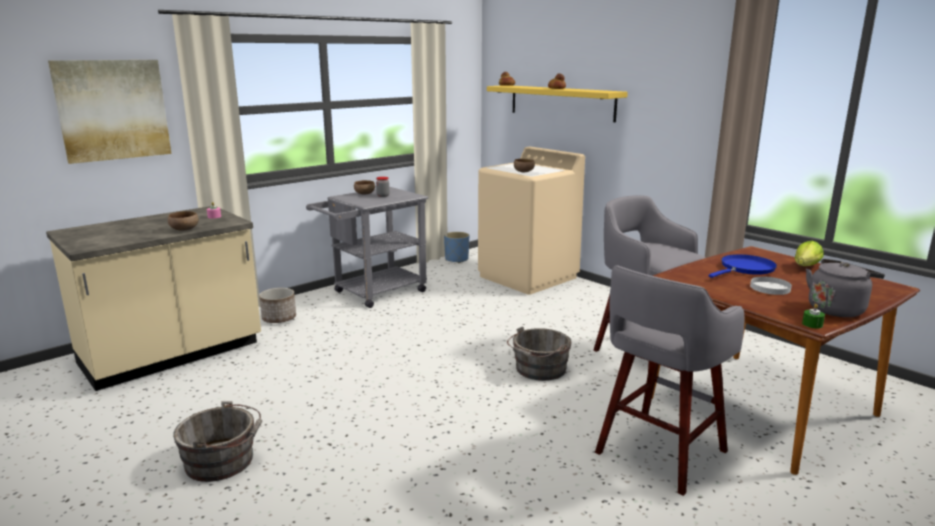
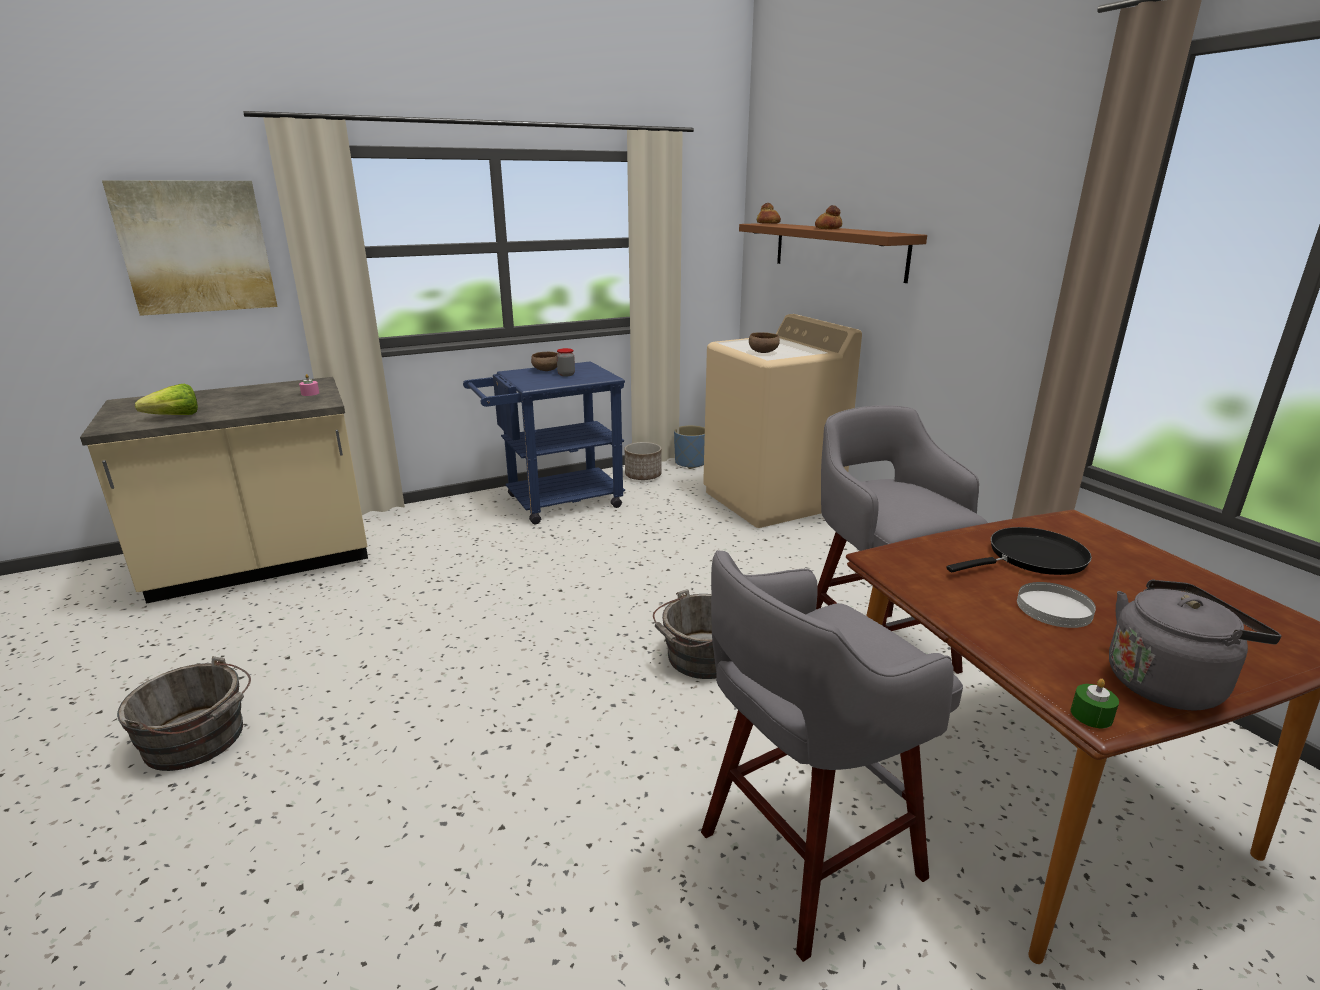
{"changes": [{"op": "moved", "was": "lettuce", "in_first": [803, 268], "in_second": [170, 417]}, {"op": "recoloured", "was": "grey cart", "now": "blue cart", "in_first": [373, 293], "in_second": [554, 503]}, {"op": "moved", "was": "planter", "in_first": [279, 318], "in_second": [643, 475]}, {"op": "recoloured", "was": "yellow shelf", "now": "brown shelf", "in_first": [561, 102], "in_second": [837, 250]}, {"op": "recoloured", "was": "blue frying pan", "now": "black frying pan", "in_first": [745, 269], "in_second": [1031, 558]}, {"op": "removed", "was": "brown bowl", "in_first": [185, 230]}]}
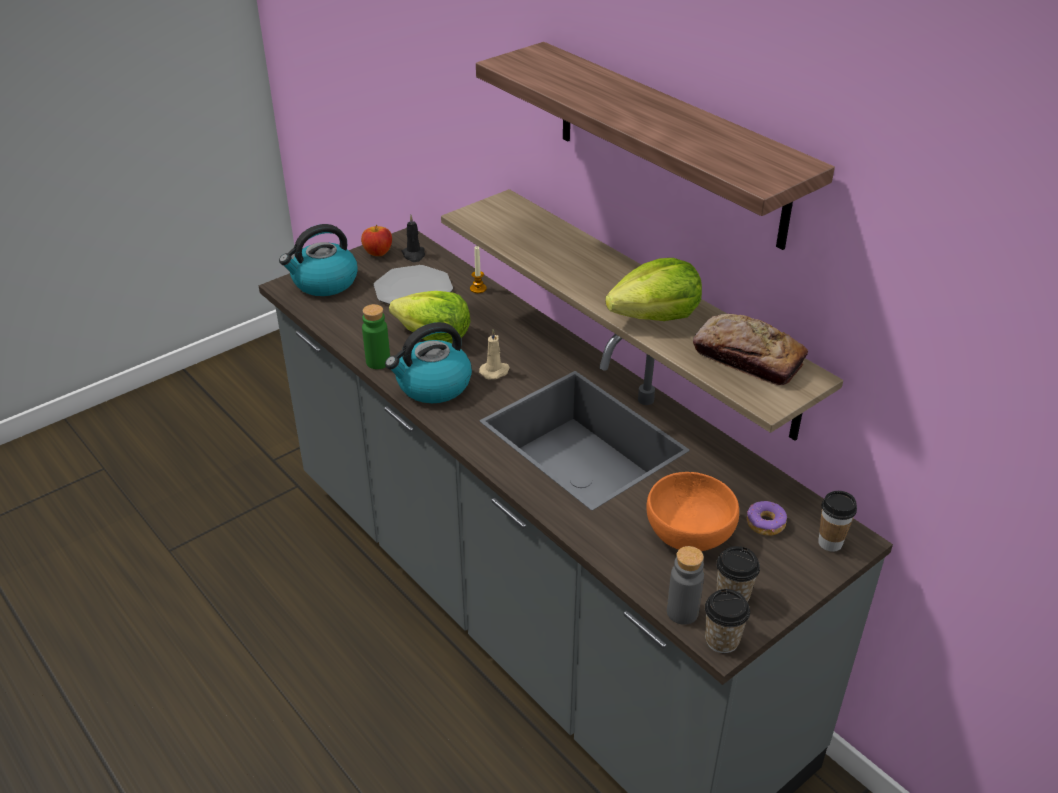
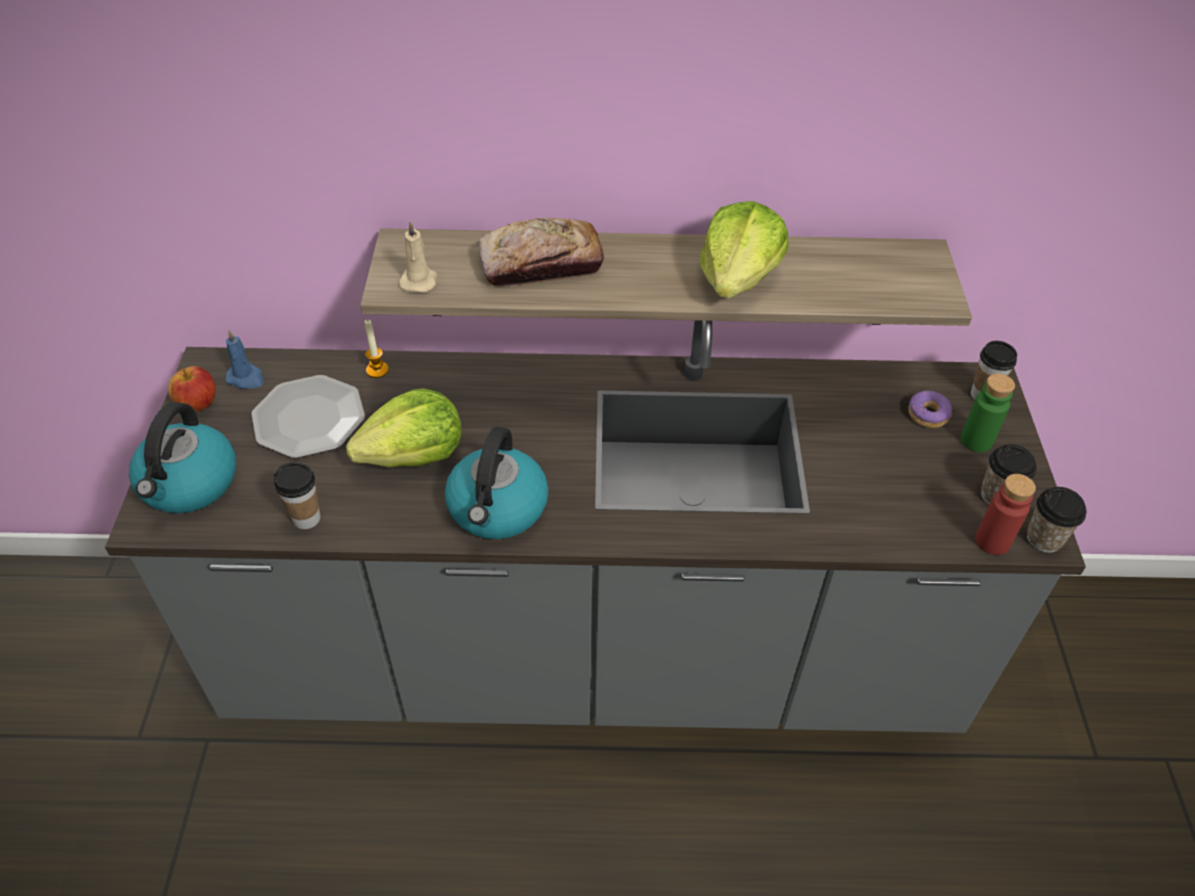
{"changes": [{"op": "recoloured", "was": "black candle", "now": "blue candle", "in_first": [414, 255], "in_second": [246, 378]}, {"op": "added", "now": "cup", "in_second": [306, 518]}, {"op": "moved", "was": "beige candle", "in_first": [495, 371], "in_second": [419, 280]}, {"op": "moved", "was": "bread", "in_first": [747, 358], "in_second": [540, 264]}, {"op": "moved", "was": "green bottle", "in_first": [378, 362], "in_second": [976, 440]}, {"op": "recoloured", "was": "grey bottle", "now": "red bottle", "in_first": [682, 612], "in_second": [992, 541]}, {"op": "removed", "was": "shelf", "in_first": [669, 144]}, {"op": "removed", "was": "orange bowl", "in_first": [688, 532]}]}
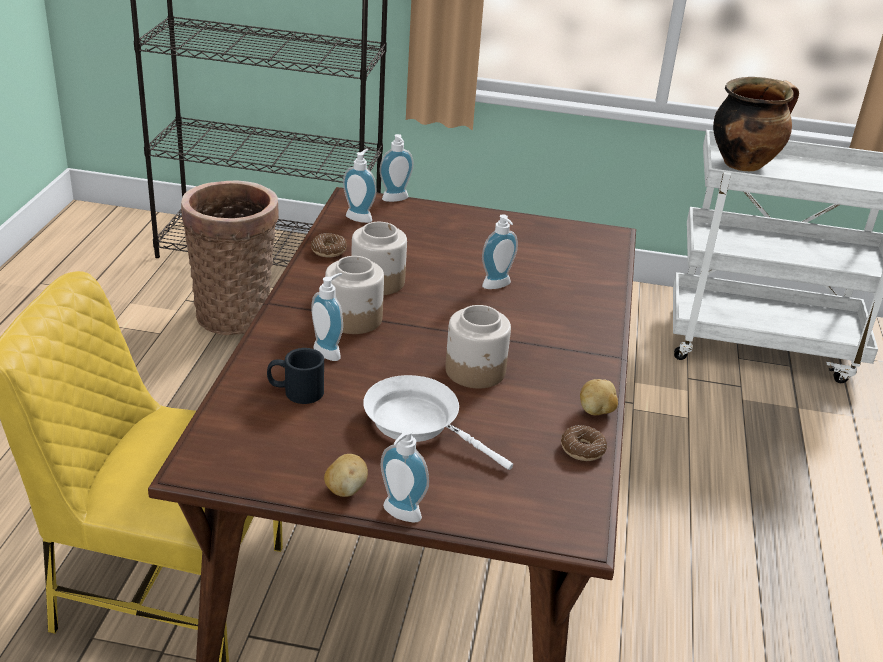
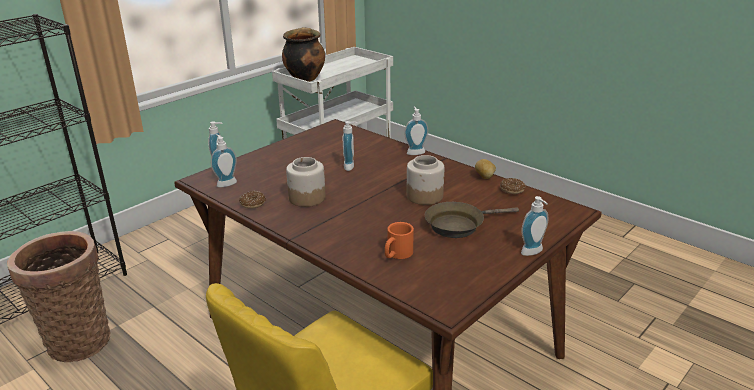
{"changes": [{"op": "recoloured", "was": "black mug", "now": "orange mug", "in_first": [295, 391], "in_second": [396, 254]}, {"op": "moved", "was": "soap dispenser", "in_first": [330, 351], "in_second": [415, 152]}, {"op": "recoloured", "was": "white frying pan", "now": "brown frying pan", "in_first": [418, 423], "in_second": [458, 225]}, {"op": "removed", "was": "potato", "in_first": [346, 489]}, {"op": "removed", "was": "jar", "in_first": [354, 319]}]}
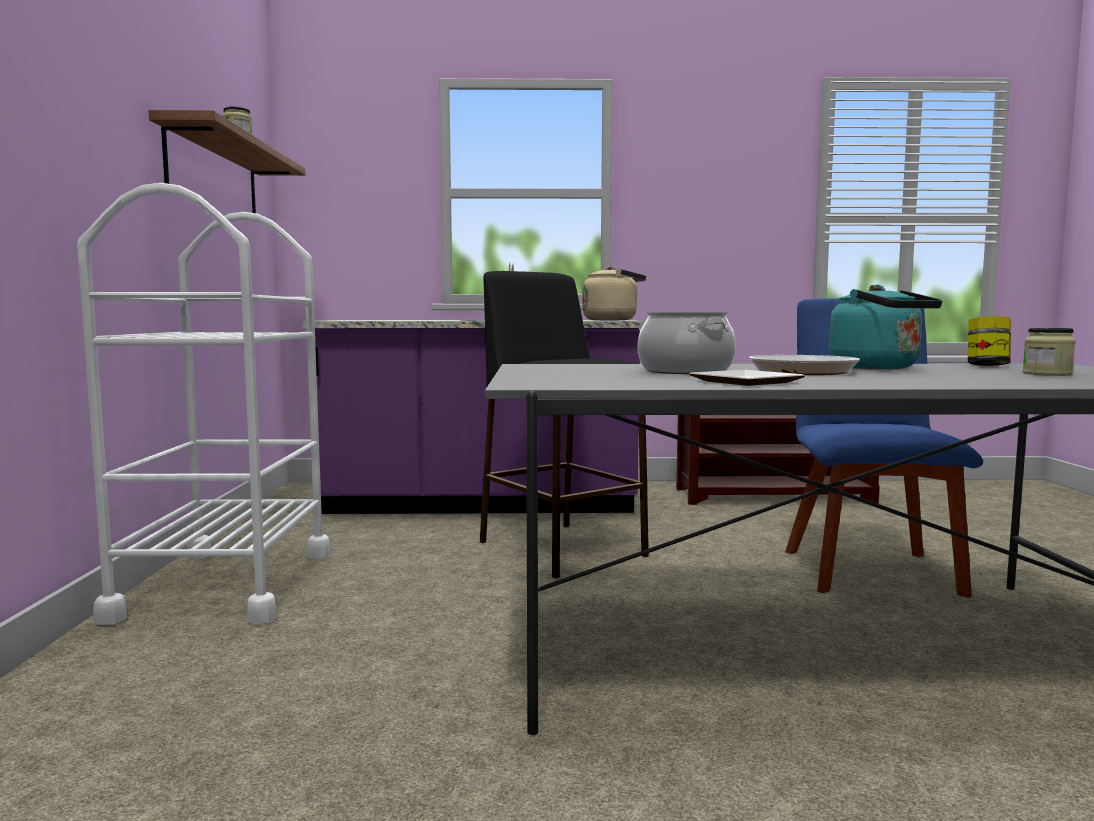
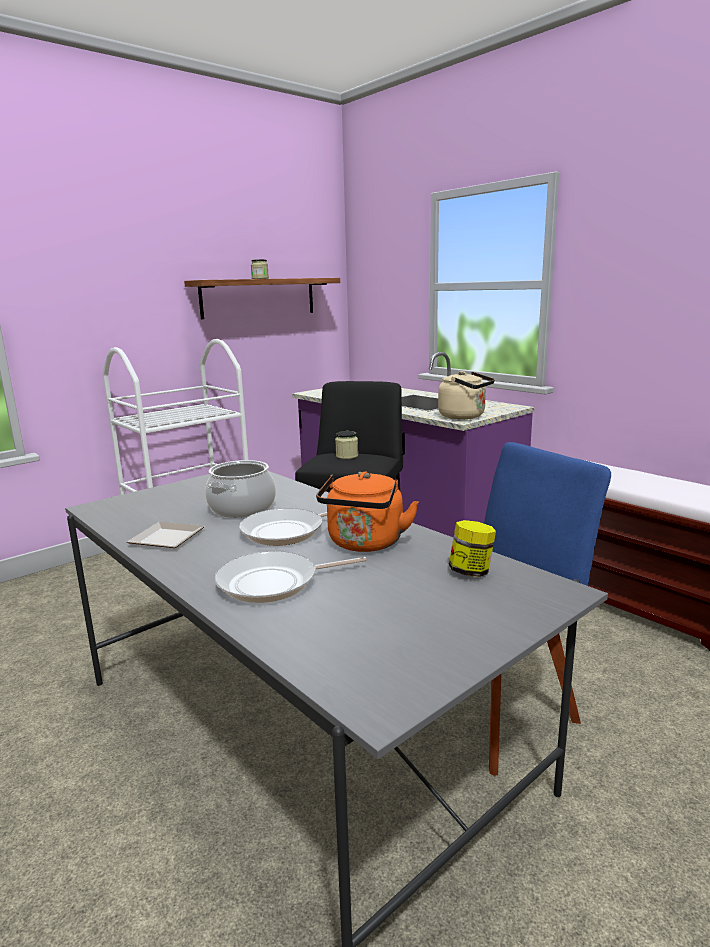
{"changes": [{"op": "added", "now": "frying pan", "in_second": [274, 583]}, {"op": "recoloured", "was": "turquoise kettle", "now": "orange kettle", "in_first": [879, 368], "in_second": [365, 544]}, {"op": "moved", "was": "jar", "in_first": [1047, 374], "in_second": [347, 456]}]}
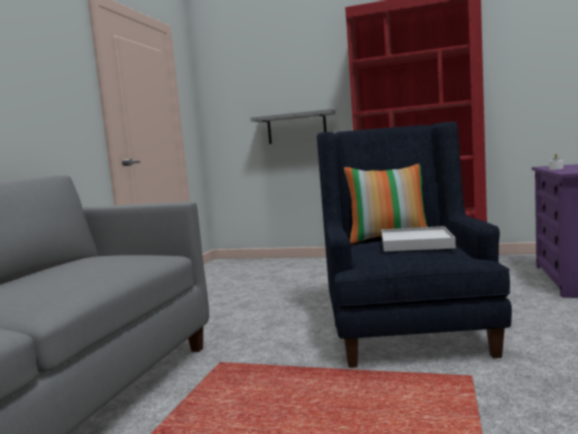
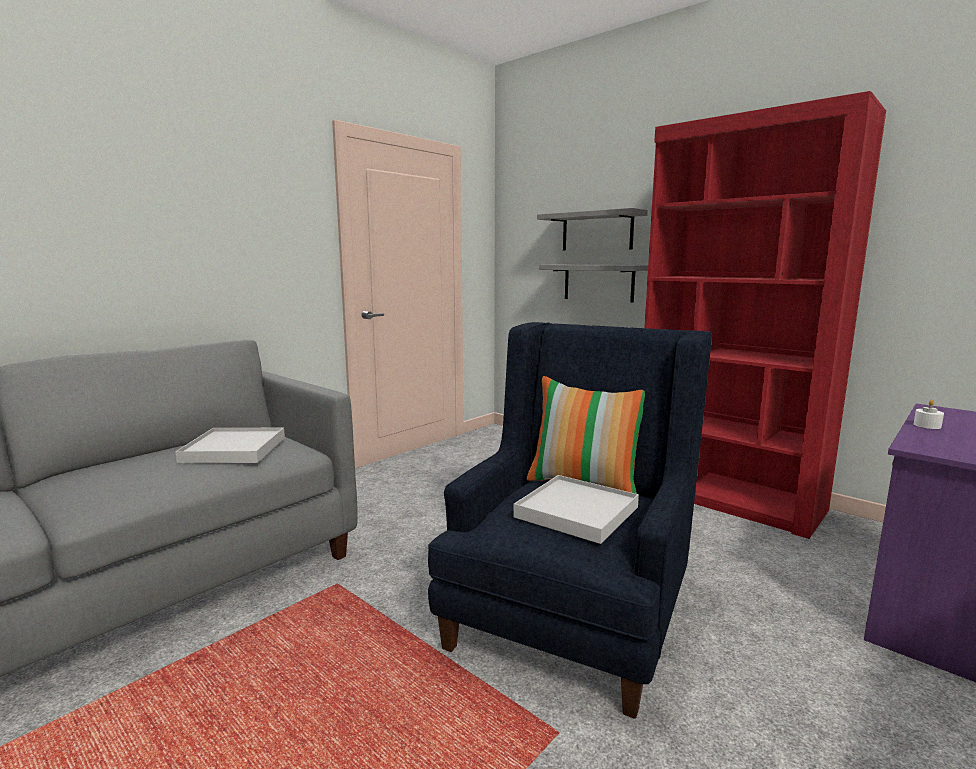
{"changes": [{"op": "added", "now": "white tray", "in_second": [234, 449]}, {"op": "added", "now": "grey shelf", "in_second": [597, 231]}]}
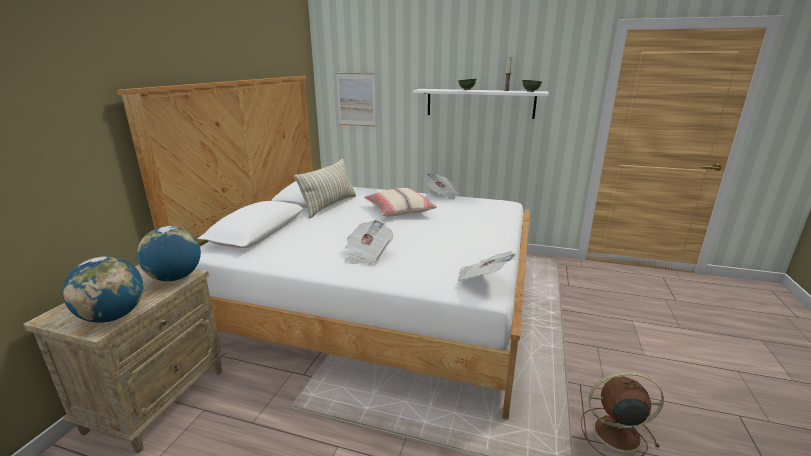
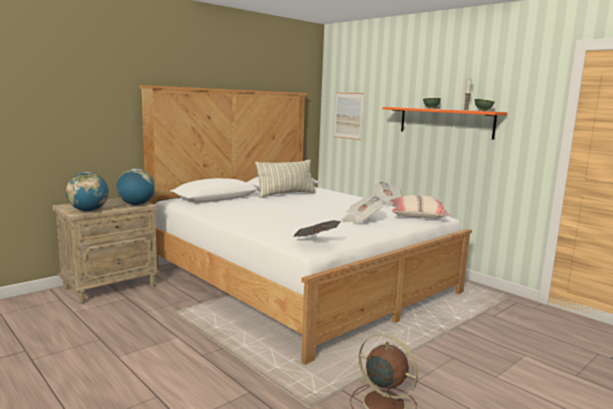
{"changes": [{"op": "moved", "was": "newspaper", "in_first": [367, 255], "in_second": [361, 220]}, {"op": "recoloured", "was": "white shelf", "now": "orange shelf", "in_first": [480, 103], "in_second": [445, 122]}, {"op": "moved", "was": "beige pillow", "in_first": [399, 210], "in_second": [417, 215]}]}
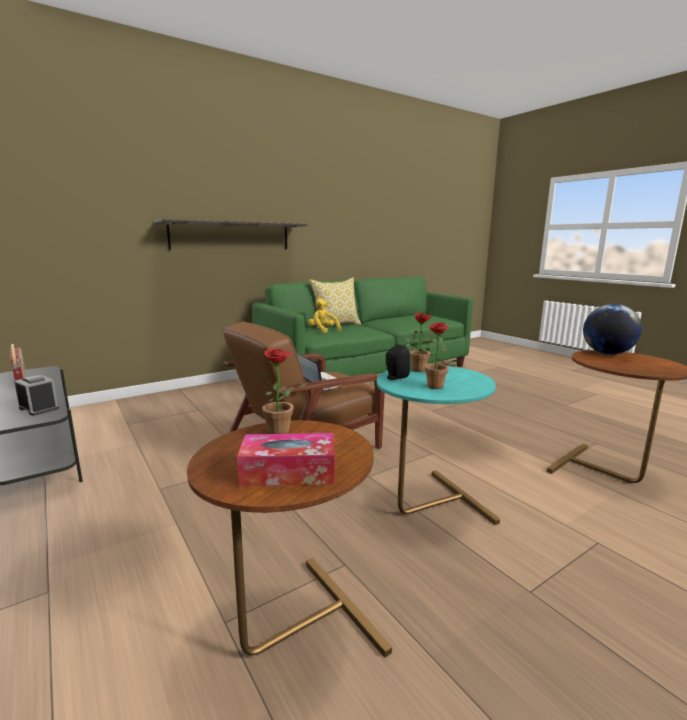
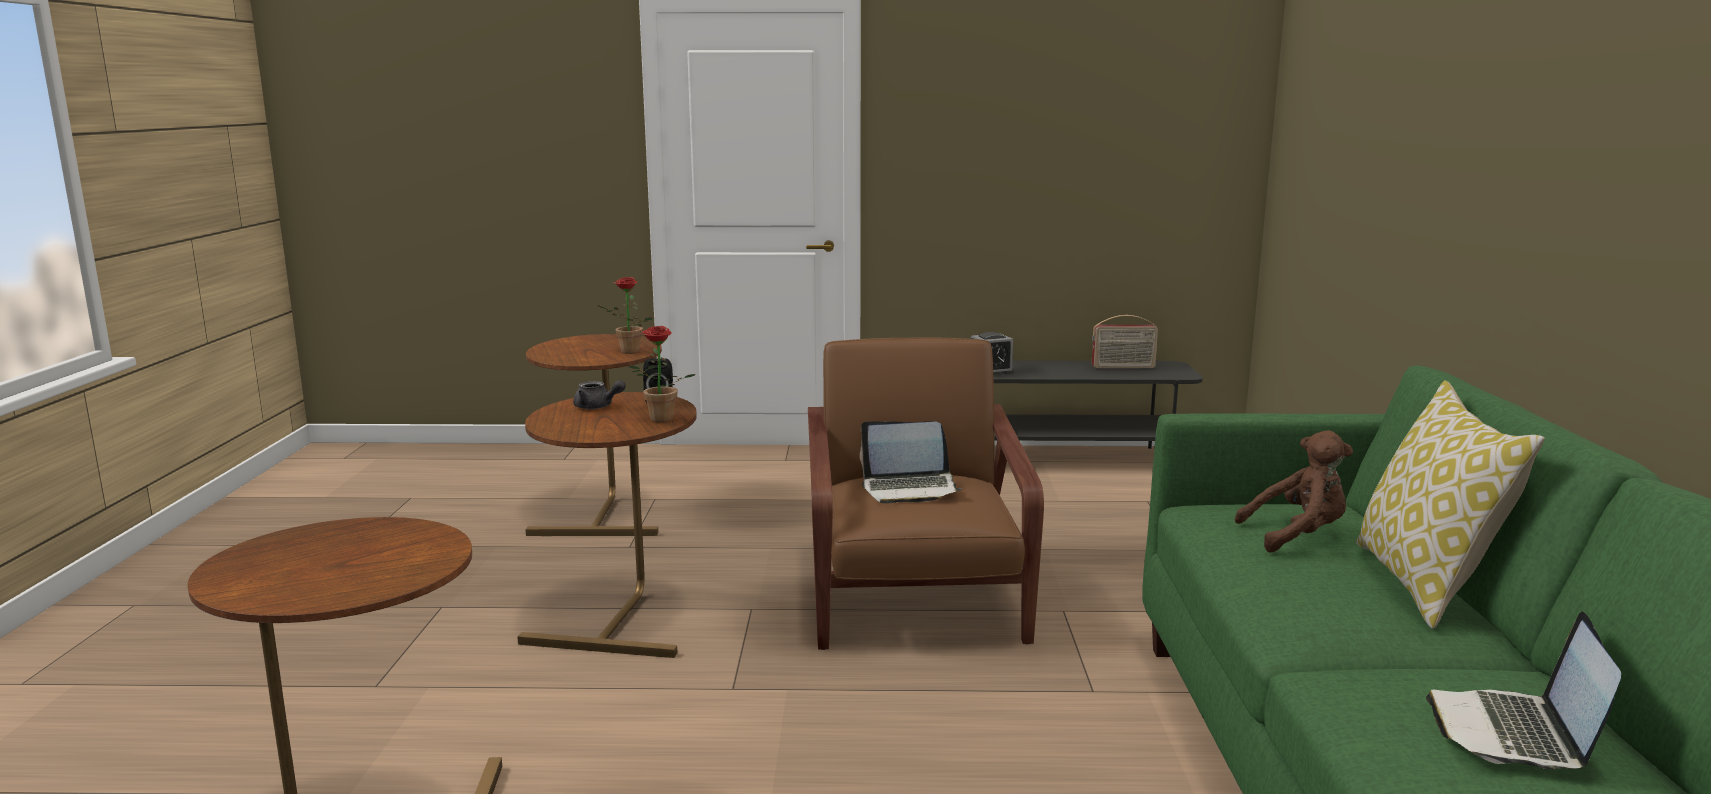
{"changes": [{"op": "recoloured", "was": "turquoise side table", "now": "brown side table", "in_first": [428, 507], "in_second": [623, 617]}, {"op": "replaced", "was": "potted plant", "now": "grey teapot", "in_first": [432, 387], "in_second": [597, 407]}, {"op": "recoloured", "was": "yellow plush toy", "now": "brown plush toy", "in_first": [323, 331], "in_second": [1297, 536]}, {"op": "added", "now": "laptop", "in_second": [1514, 733]}, {"op": "removed", "was": "shelf", "in_first": [231, 236]}, {"op": "removed", "was": "tissue box", "in_first": [288, 472]}, {"op": "removed", "was": "globe", "in_first": [607, 353]}]}
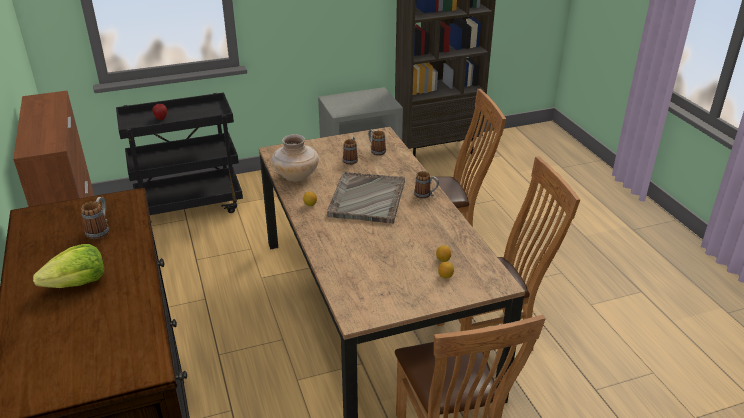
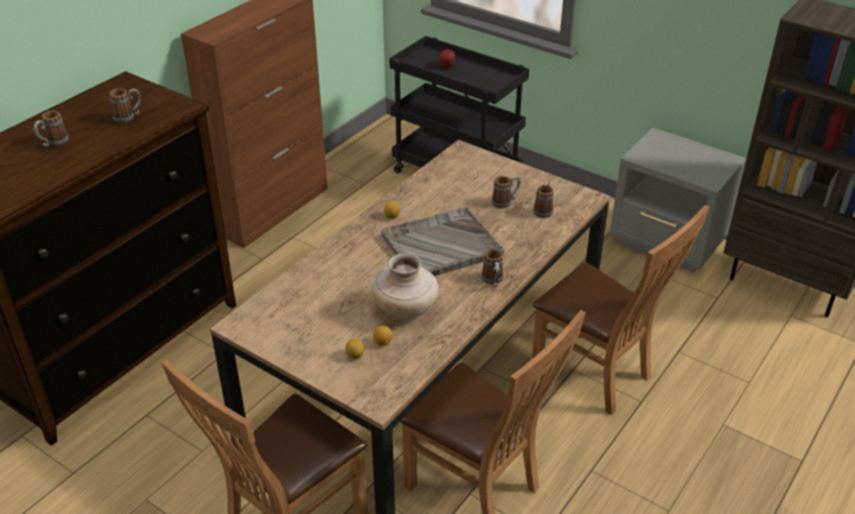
{"changes": [{"op": "replaced", "was": "lettuce", "now": "mug", "in_first": [77, 284], "in_second": [53, 143]}, {"op": "moved", "was": "beige vase", "in_first": [296, 176], "in_second": [405, 309]}]}
